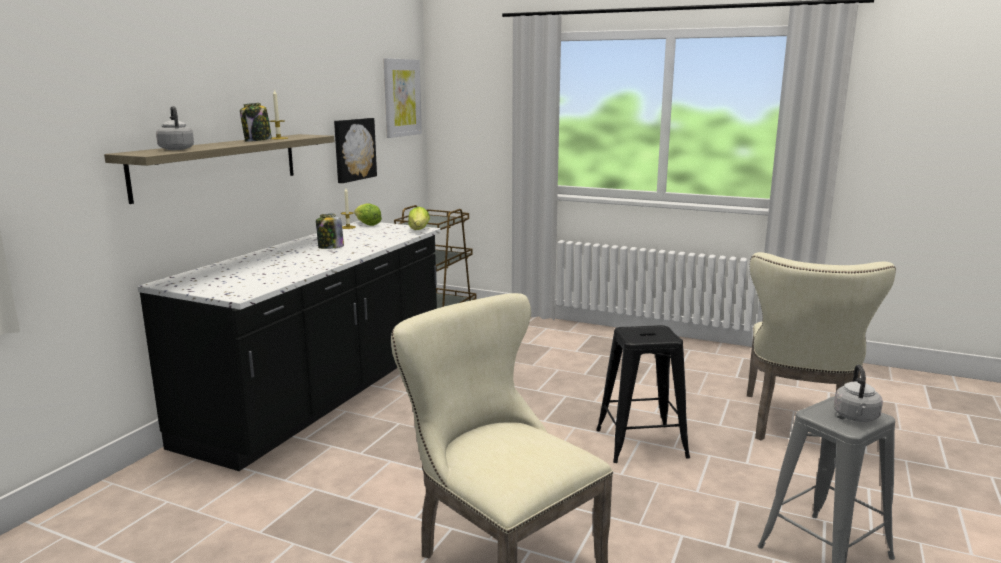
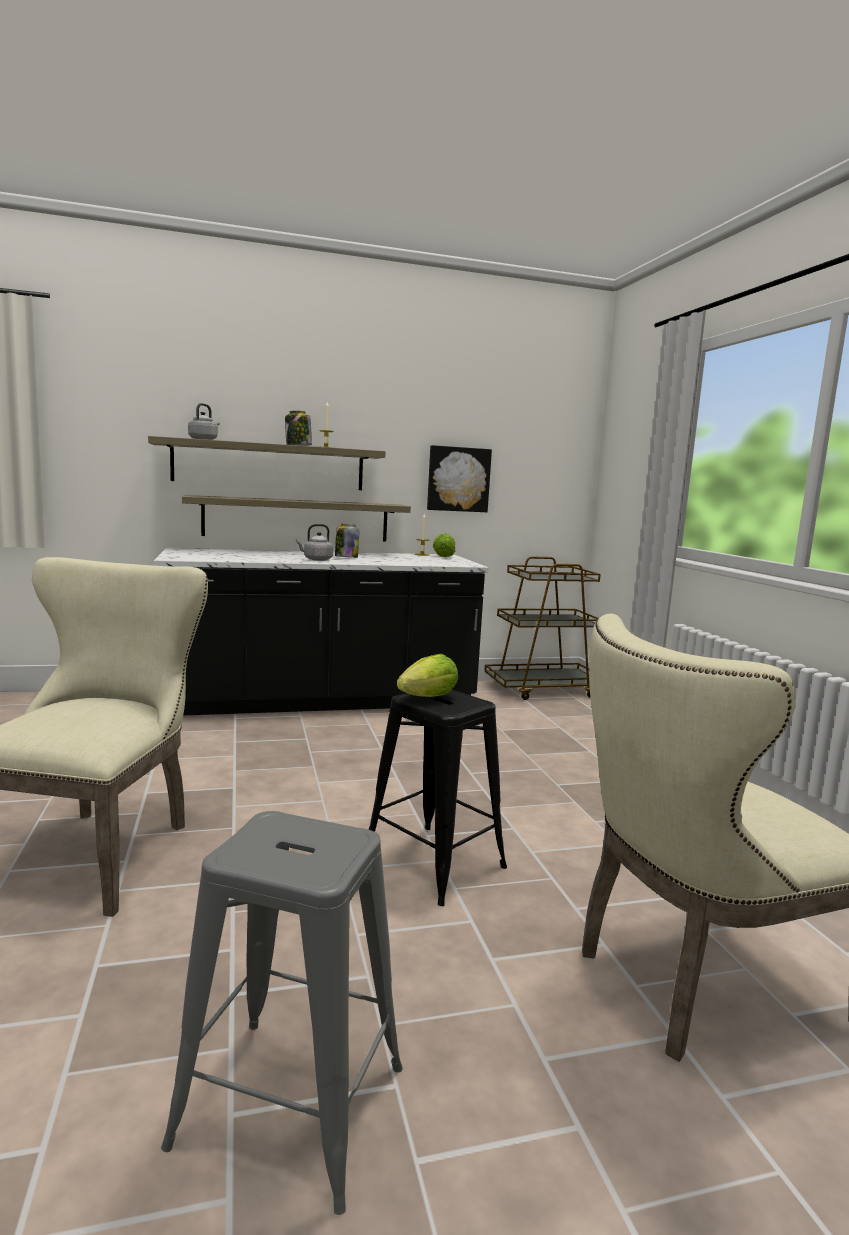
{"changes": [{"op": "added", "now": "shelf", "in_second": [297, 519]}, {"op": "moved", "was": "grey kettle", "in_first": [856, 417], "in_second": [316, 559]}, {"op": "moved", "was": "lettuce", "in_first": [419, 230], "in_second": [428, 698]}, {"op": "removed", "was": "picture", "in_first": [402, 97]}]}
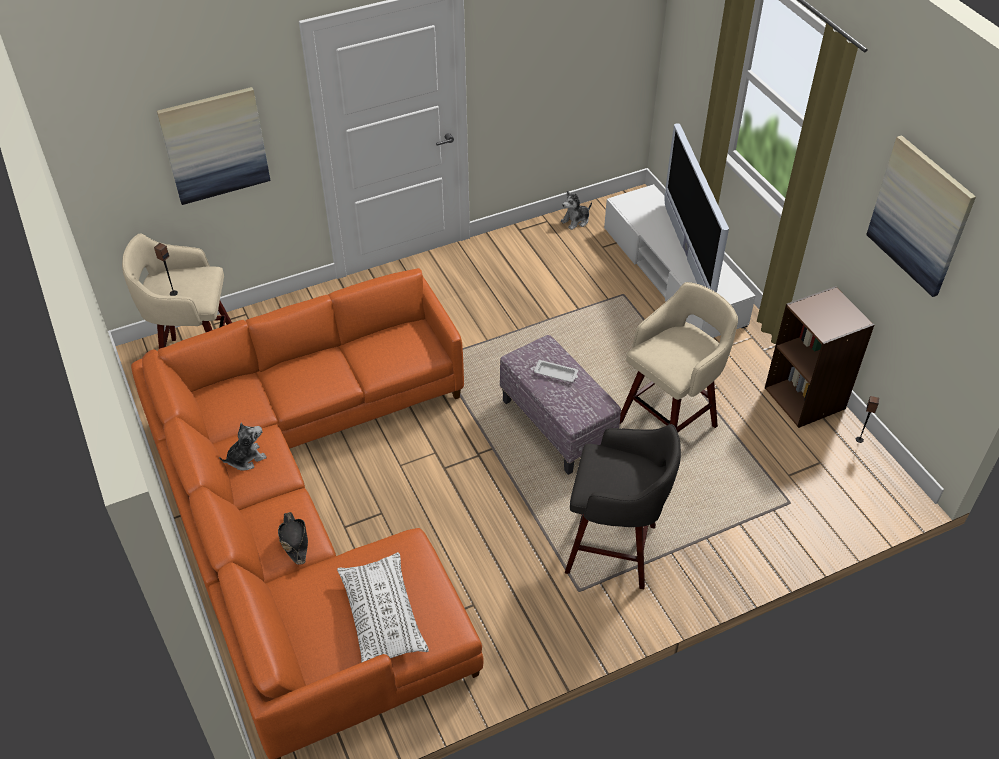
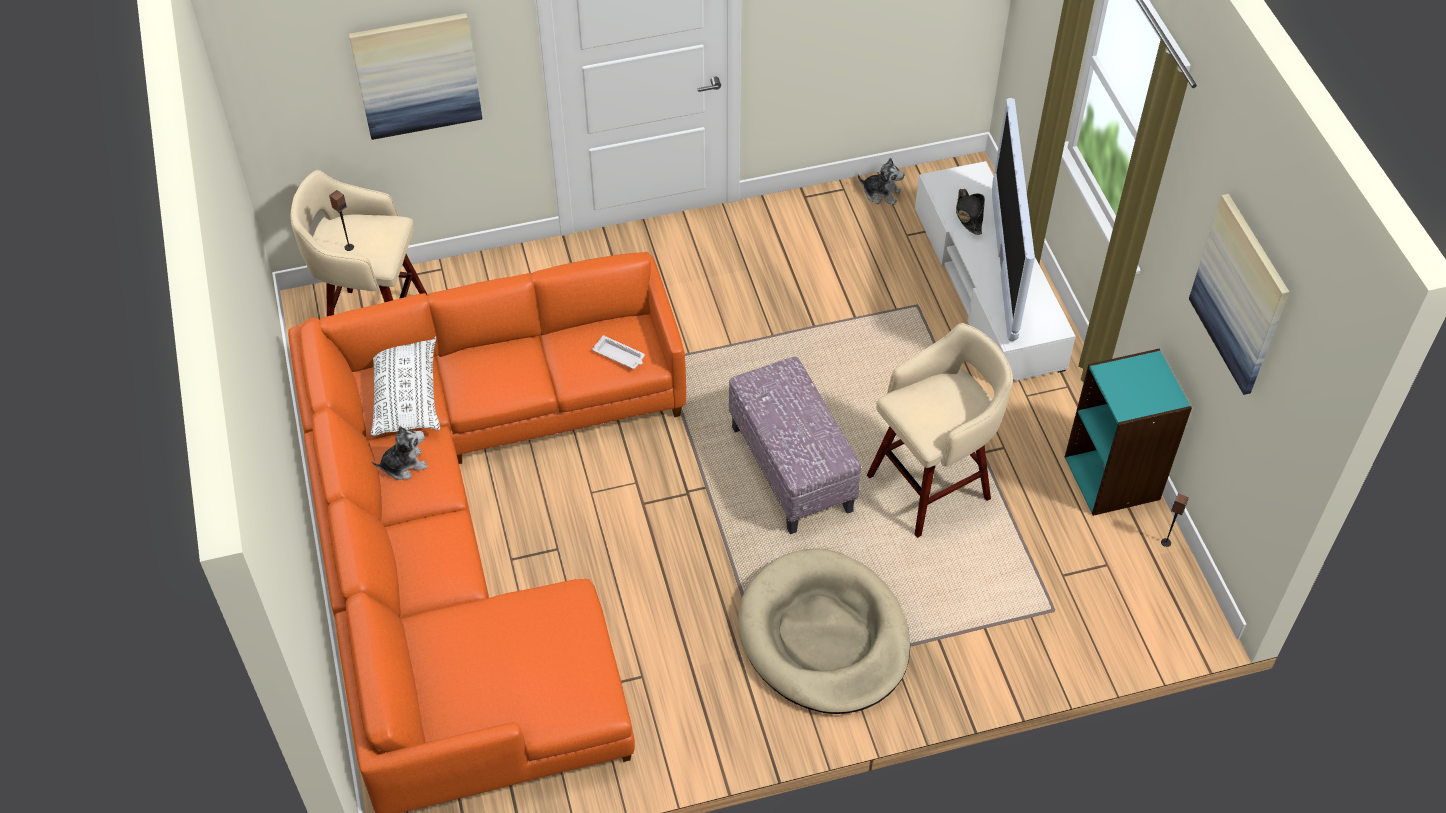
{"changes": [{"op": "moved", "was": "white pillow", "in_first": [382, 616], "in_second": [406, 394]}, {"op": "moved", "was": "white tray", "in_first": [556, 373], "in_second": [619, 355]}, {"op": "replaced", "was": "grey stool", "now": "beige dog bed", "in_first": [614, 550], "in_second": [824, 636]}, {"op": "turned", "was": "plush toy", "in_first": [576, 221], "in_second": [881, 193], "clockwise": -135}, {"op": "moved", "was": "black hat", "in_first": [294, 540], "in_second": [969, 215]}, {"op": "recoloured", "was": "brown bookcase", "now": "turquoise bookcase", "in_first": [805, 398], "in_second": [1113, 478]}]}
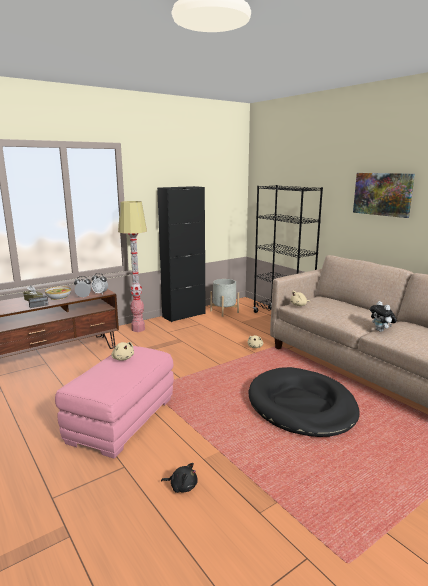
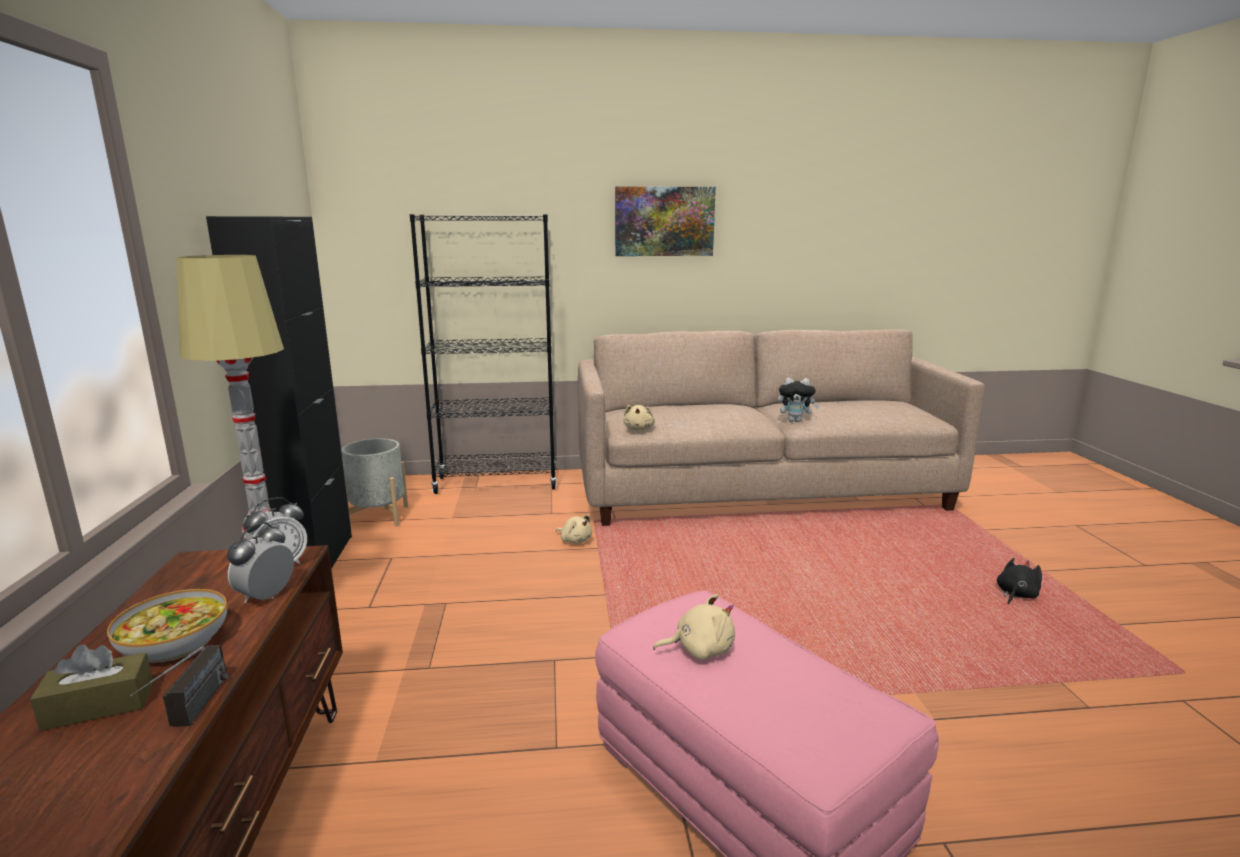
{"changes": [{"op": "moved", "was": "black plush toy", "in_first": [182, 486], "in_second": [1016, 594]}, {"op": "removed", "was": "black dog bed", "in_first": [301, 405]}]}
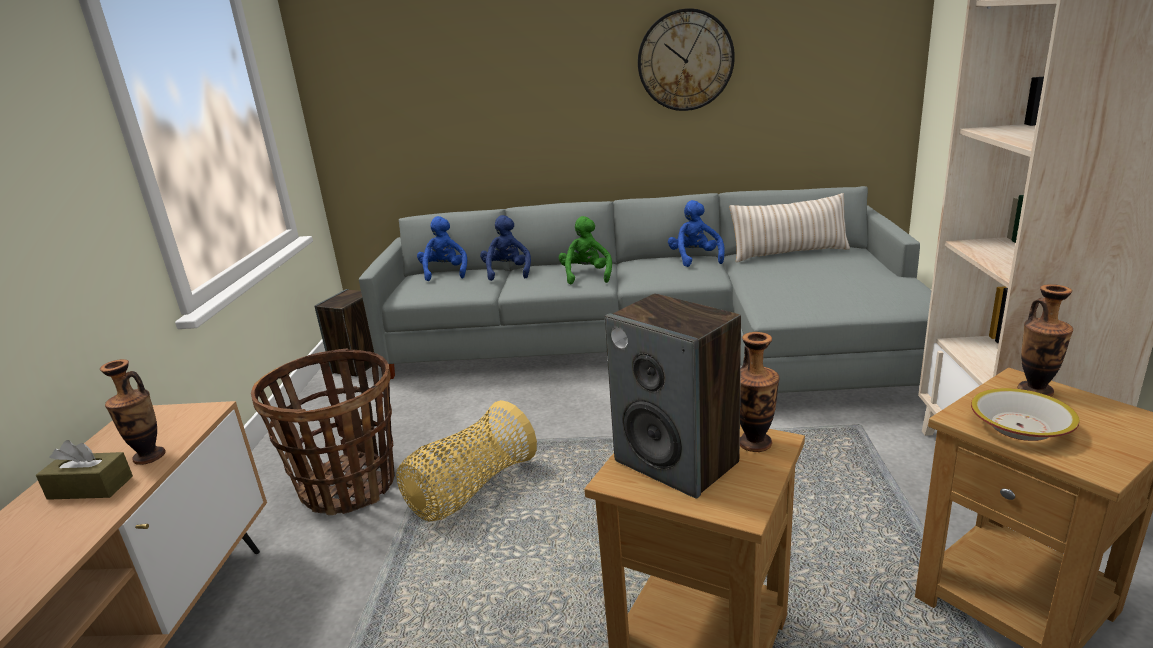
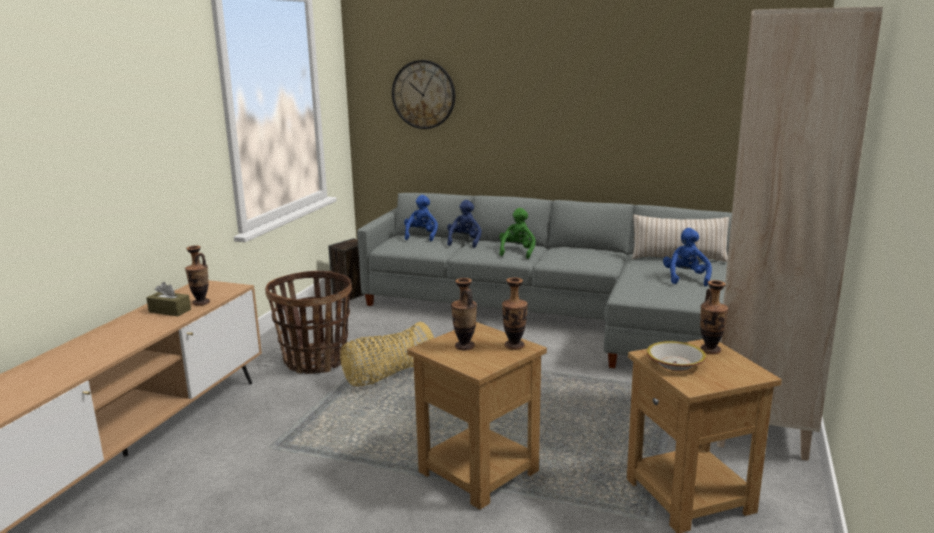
{"changes": [{"op": "moved", "was": "wall clock", "in_first": [685, 60], "in_second": [423, 94]}, {"op": "replaced", "was": "speaker", "now": "vase", "in_first": [677, 462], "in_second": [464, 346]}, {"op": "moved", "was": "blue plush toy", "in_first": [695, 259], "in_second": [685, 278]}]}
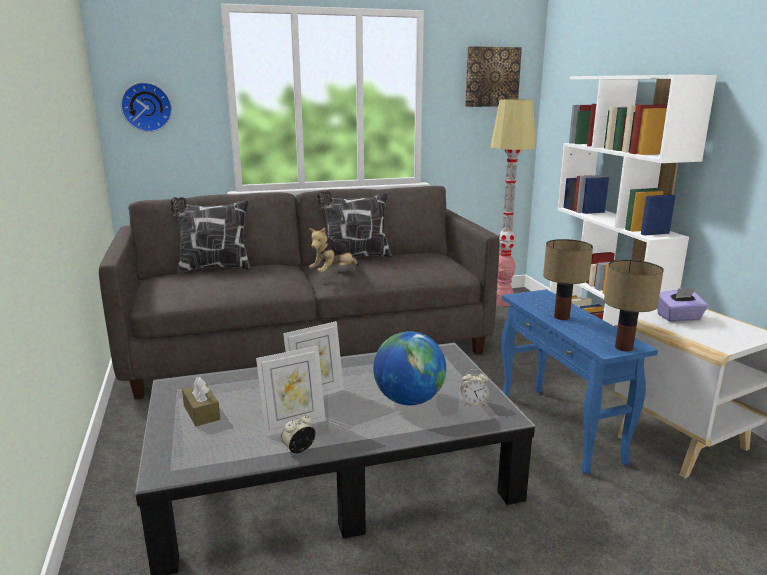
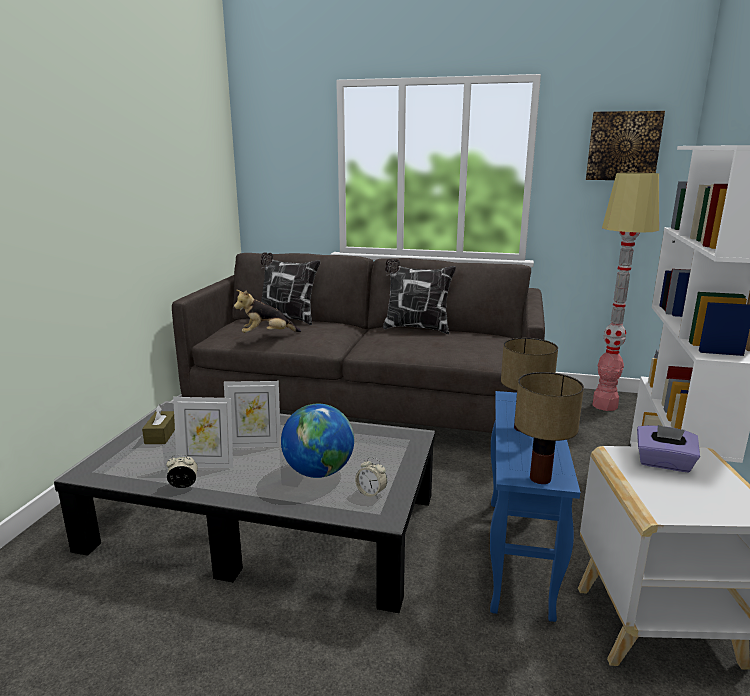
{"changes": [{"op": "moved", "was": "plush toy", "in_first": [333, 272], "in_second": [267, 335]}, {"op": "removed", "was": "wall clock", "in_first": [147, 107]}]}
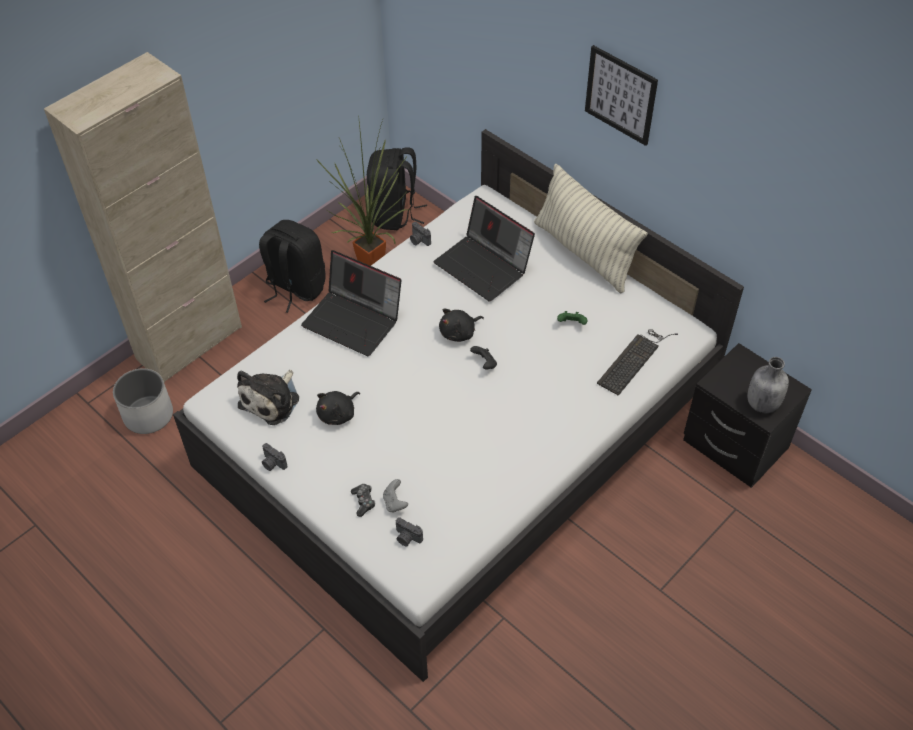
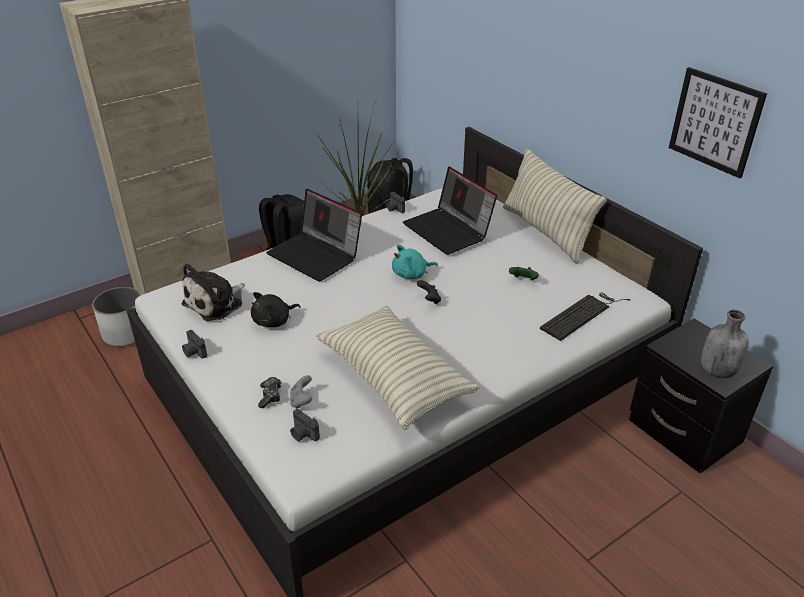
{"changes": [{"op": "added", "now": "pillow", "in_second": [394, 379]}, {"op": "recoloured", "was": "black plush toy", "now": "turquoise plush toy", "in_first": [459, 333], "in_second": [411, 274]}, {"op": "moved", "was": "picture", "in_first": [620, 95], "in_second": [715, 122]}]}
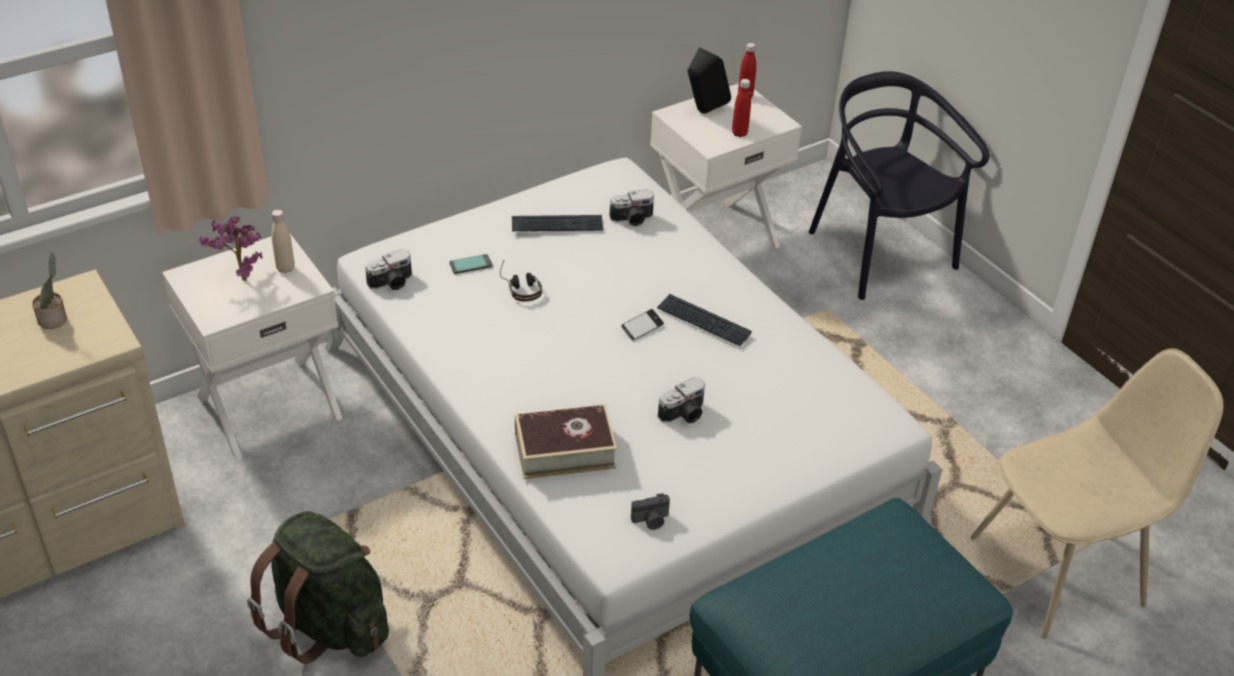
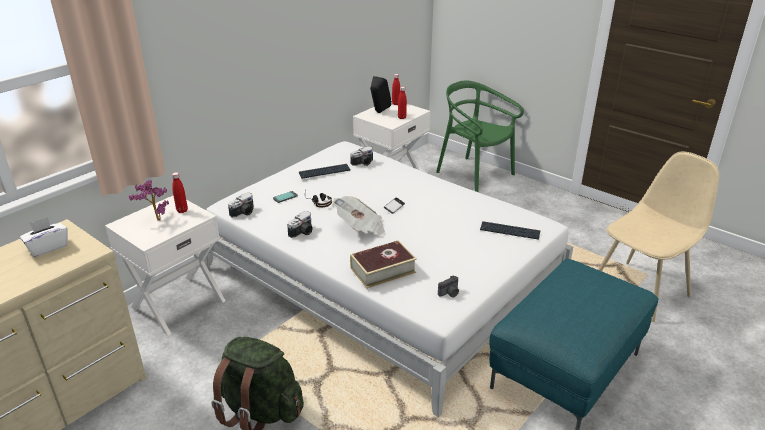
{"changes": [{"op": "replaced", "was": "potted plant", "now": "white tissue box", "in_first": [54, 319], "in_second": [48, 247]}, {"op": "recoloured", "was": "beige bottle", "now": "red bottle", "in_first": [285, 268], "in_second": [182, 210]}, {"op": "moved", "was": "photo camera", "in_first": [684, 414], "in_second": [302, 232]}, {"op": "added", "now": "newspaper", "in_second": [361, 228]}, {"op": "recoloured", "was": "black chair", "now": "green chair", "in_first": [879, 253], "in_second": [474, 175]}, {"op": "moved", "was": "keyboard", "in_first": [703, 321], "in_second": [509, 231]}]}
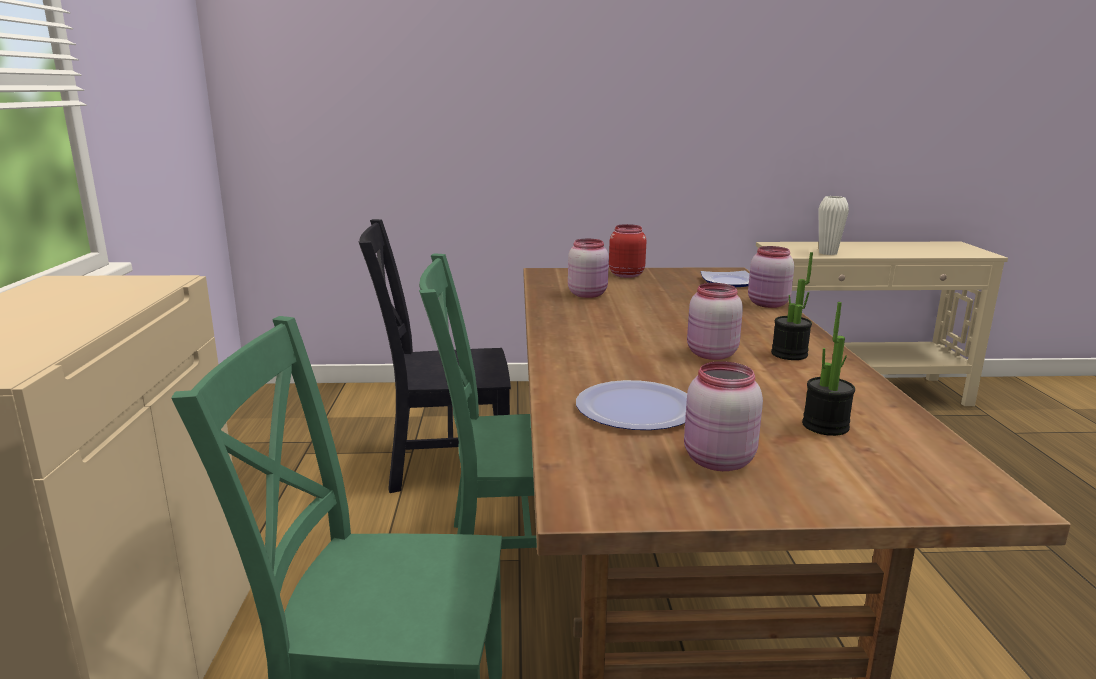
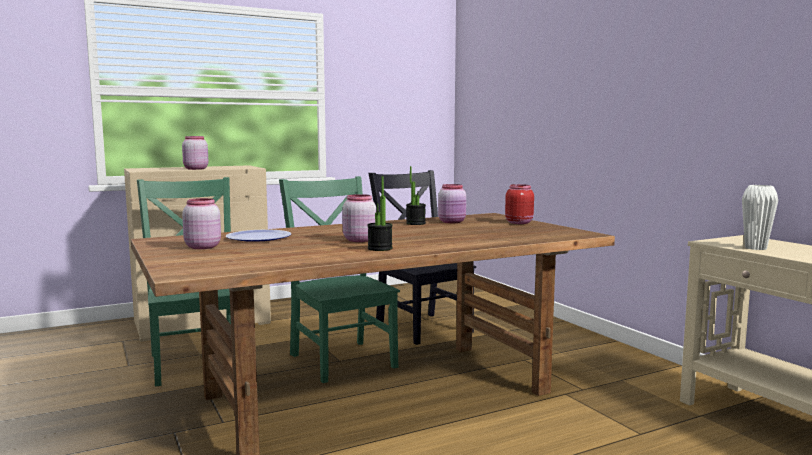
{"changes": [{"op": "moved", "was": "pink jar", "in_first": [768, 304], "in_second": [195, 169]}, {"op": "moved", "was": "potted plant", "in_first": [825, 426], "in_second": [416, 223]}, {"op": "removed", "was": "plate", "in_first": [729, 282]}]}
